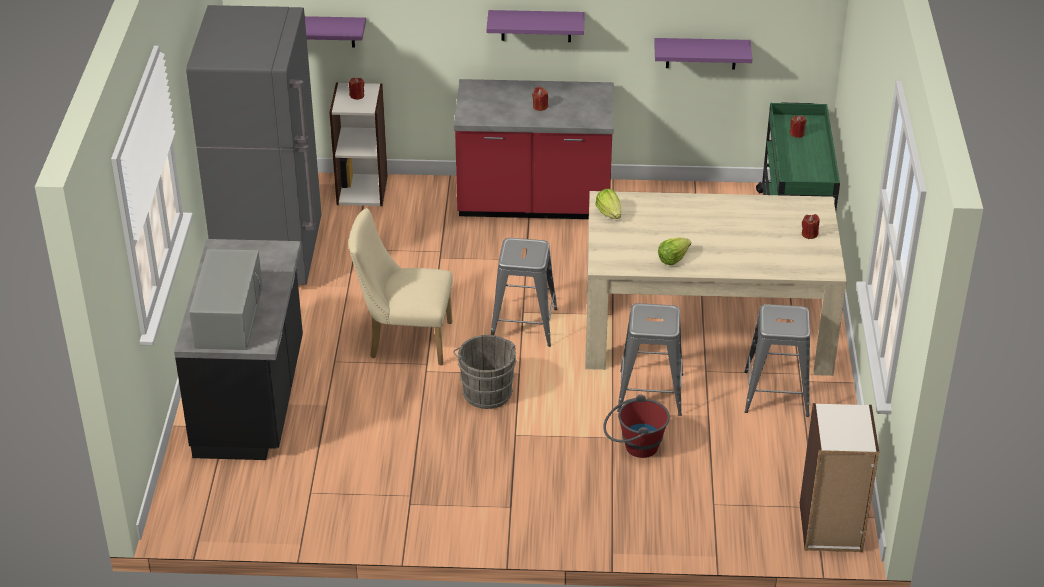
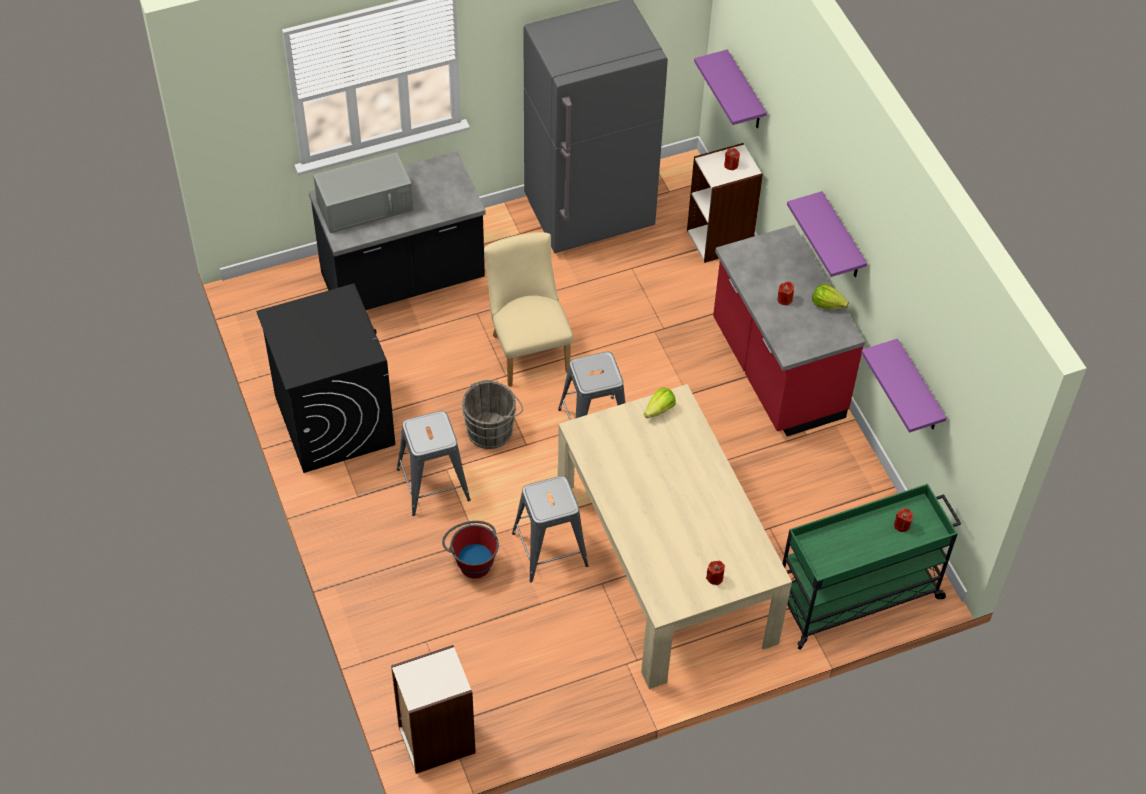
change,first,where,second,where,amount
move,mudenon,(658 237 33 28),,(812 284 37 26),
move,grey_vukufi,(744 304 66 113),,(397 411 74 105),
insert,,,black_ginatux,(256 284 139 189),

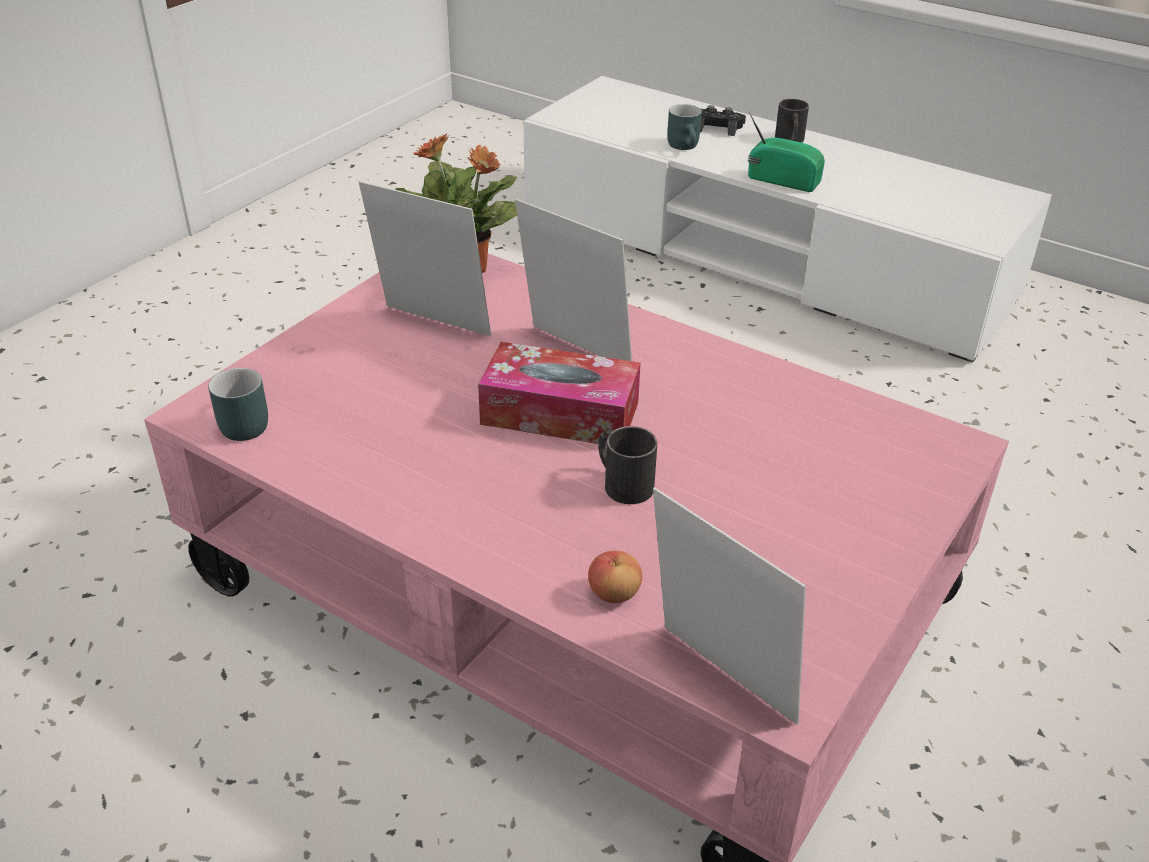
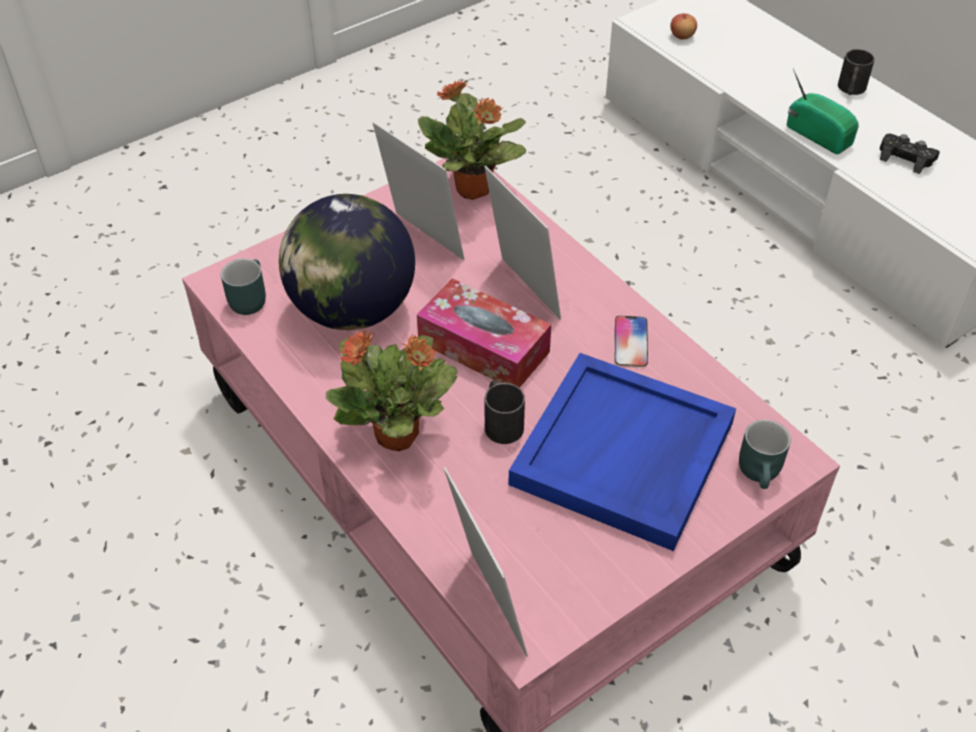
change,first,where,second,where,amount
move,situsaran,(588 551 54 52),,(670 13 27 27),
move,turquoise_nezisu,(667 104 35 46),,(739 420 52 69),
move,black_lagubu,(700 105 46 31),,(880 133 60 41),
insert,,,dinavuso,(279 194 136 136),
insert,,,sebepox,(326 329 132 122),
insert,,,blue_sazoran,(508 353 228 198),
insert,,,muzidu,(615 316 33 51),

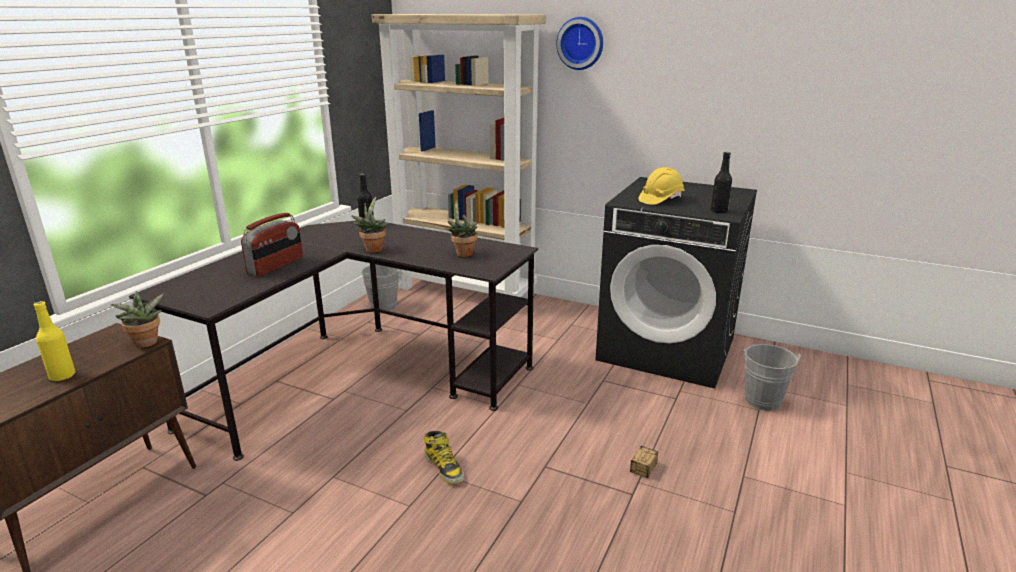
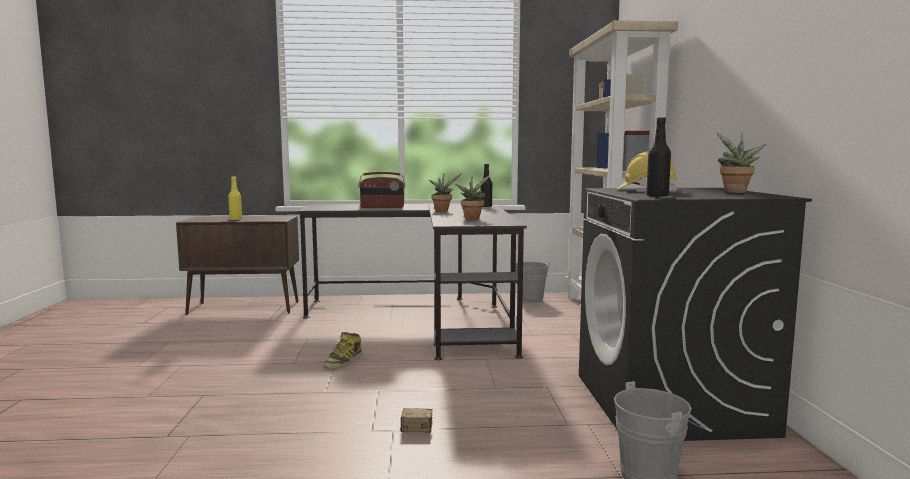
change,first,where,second,where,amount
move,sebepox,(111 291 53 57),,(717 133 49 60),
delete,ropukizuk,(556 17 47 53),,,

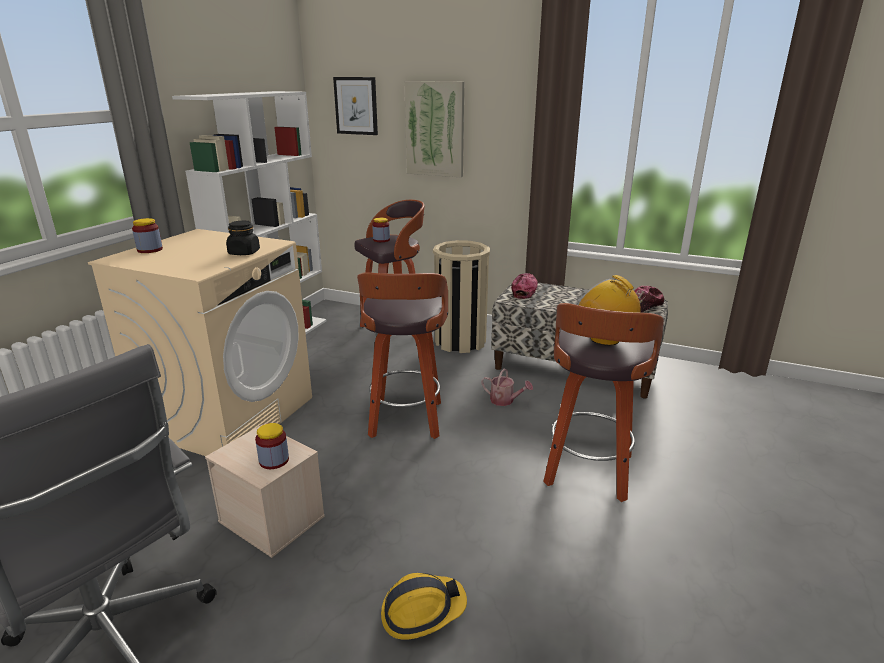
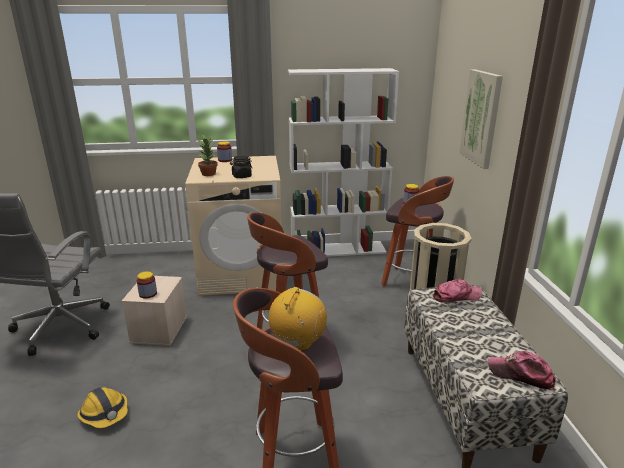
change,first,where,second,where,amount
delete,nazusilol,(333 77 45 58),,,
delete,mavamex,(481 369 52 37),,,
insert,,,sebepox,(197 135 21 41),

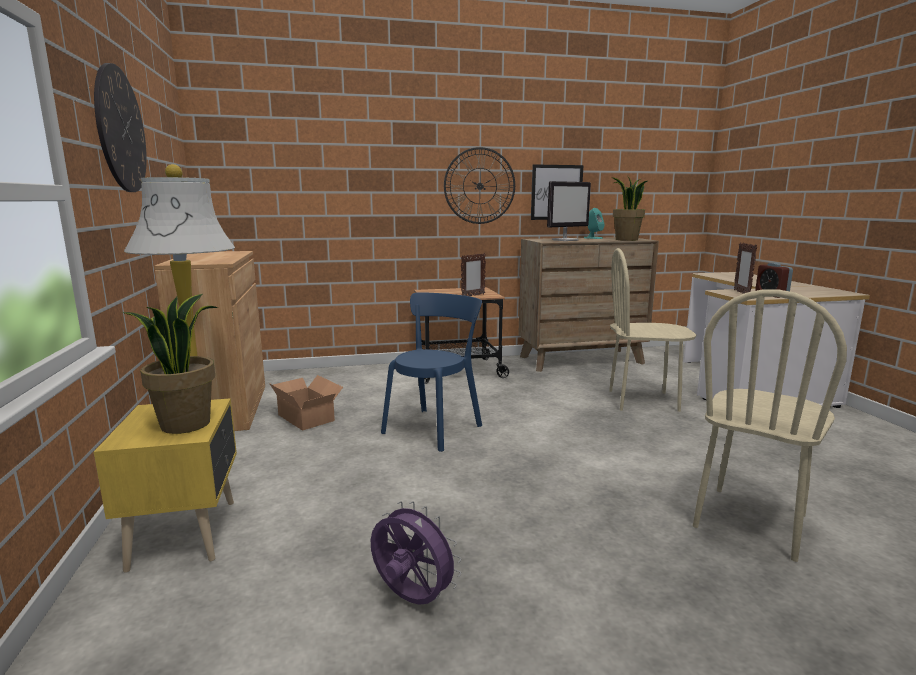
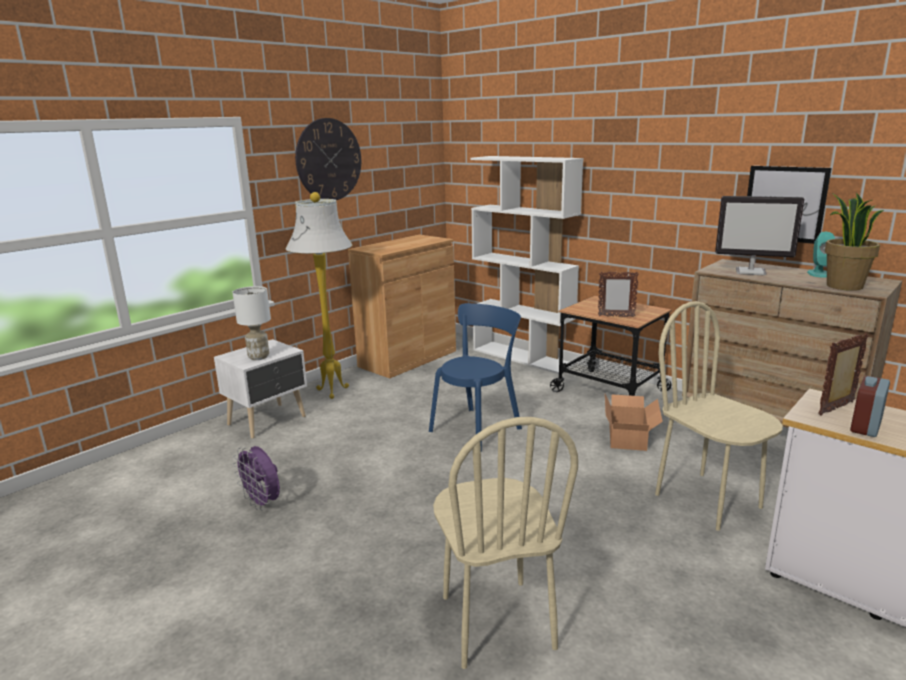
change,first,where,second,where,amount
recolor,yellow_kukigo,(94 398 143 175),white_kukigo,(214 339 93 99),
replace,sebepox,(122 294 96 140),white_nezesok,(232 286 39 74),
move,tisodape,(269 375 74 56),,(605 394 58 57),
rotate,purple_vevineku,(371 501 91 104),,(233 446 47 64),135 degrees clockwise
rotate,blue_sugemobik,(381 292 101 160),,(429 303 93 149),45 degrees counterclockwise
delete,ropukizuk,(444 147 71 77),,,
rotate,beige_sugemobik,(693 289 154 273),,(433 417 145 252),105 degrees counterclockwise
insert,,,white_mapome,(471 156 112 218),

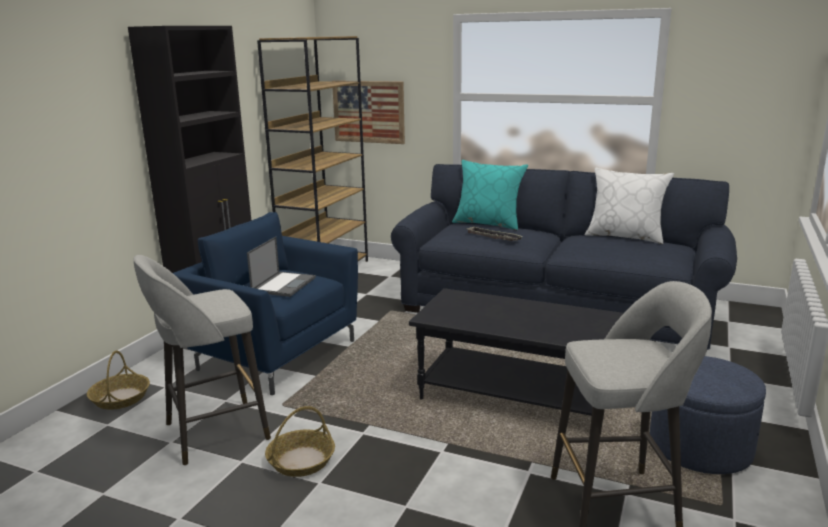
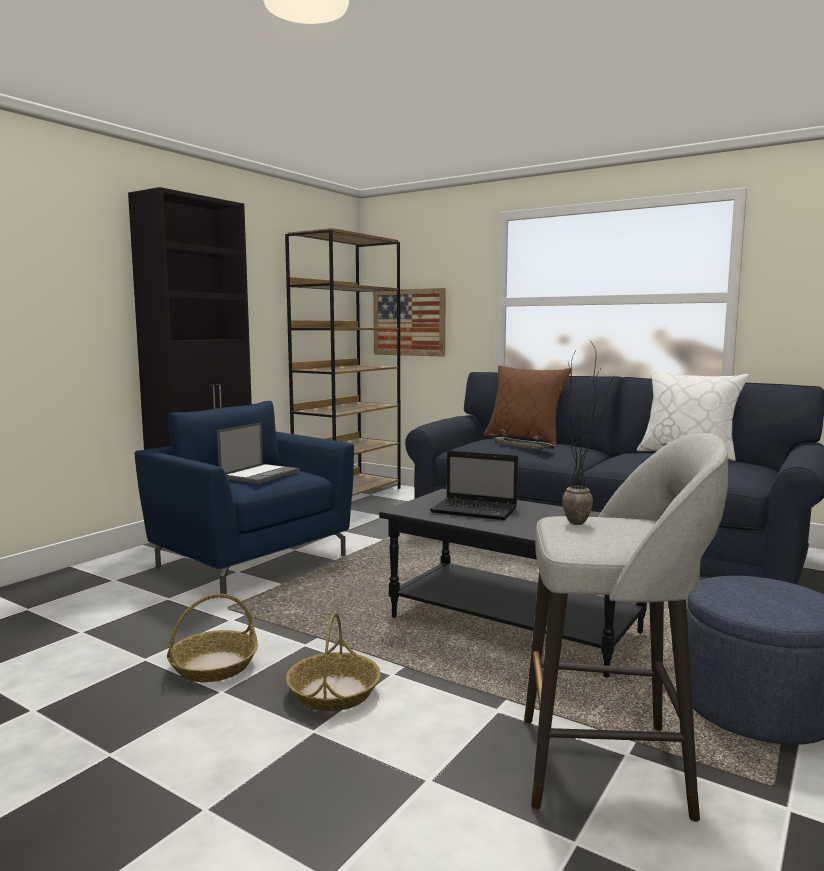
change,first,where,second,where,amount
move,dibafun,(87 350 63 60),,(286 612 95 99),
delete,grey_vukufi,(134 255 137 210),,,
recolor,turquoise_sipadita,(452 160 76 71),brown_sipadita,(483 365 89 79),
insert,,,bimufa,(430 450 88 70),
insert,,,sebepox,(562 339 52 186),

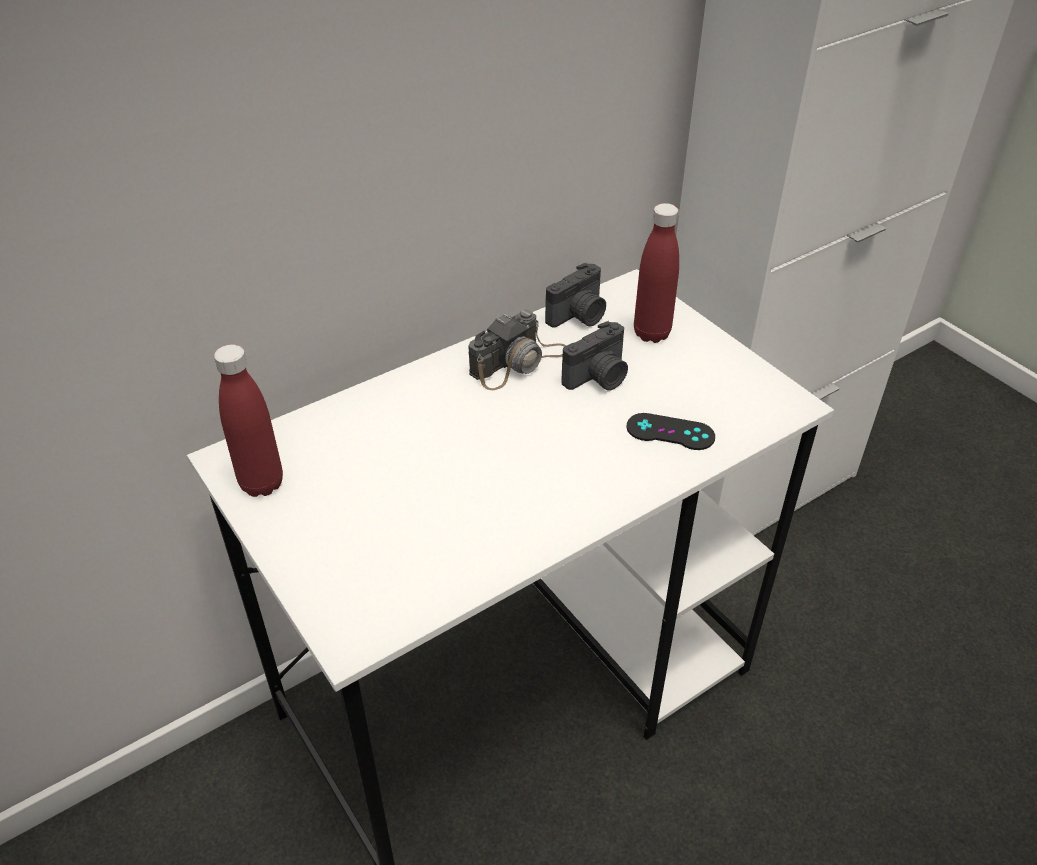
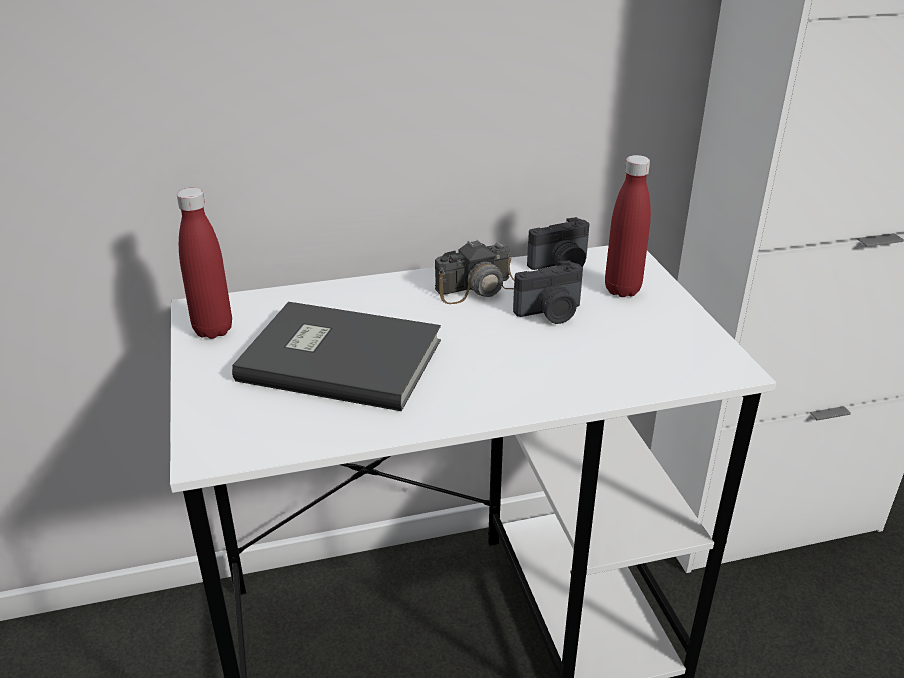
change,first,where,second,where,amount
delete,black_lagubu,(626 413 89 37),,,
insert,,,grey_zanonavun,(232 302 209 109),

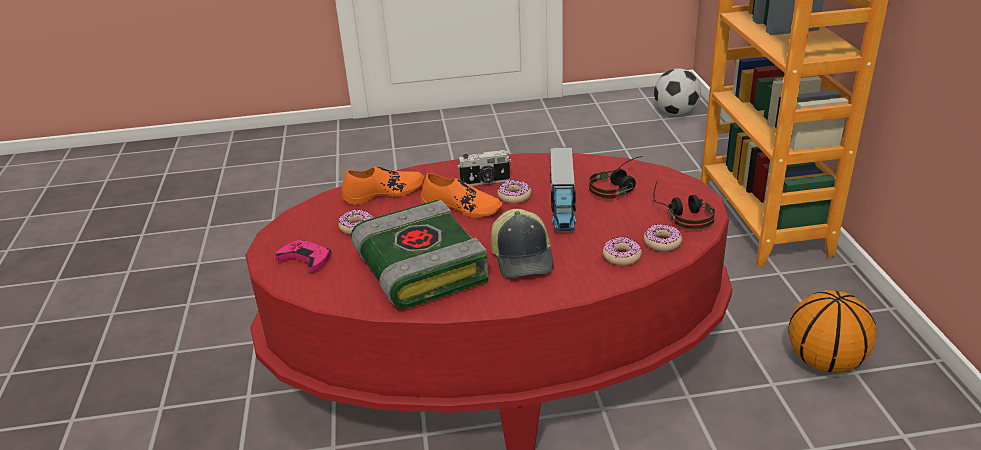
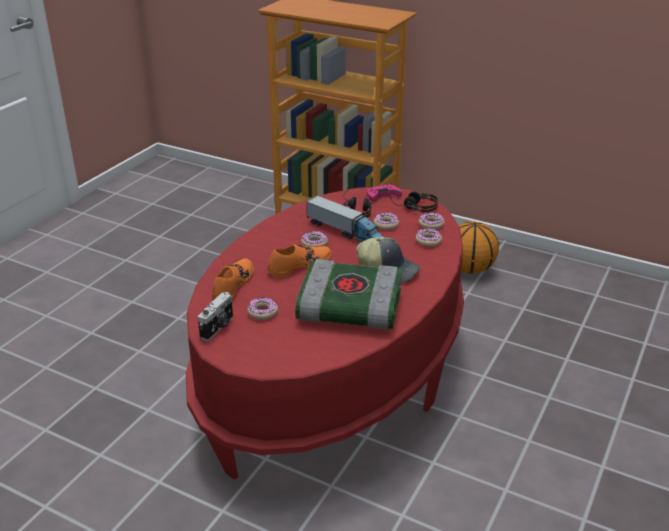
change,first,where,second,where,amount
move,pink_lagubu,(275 240 56 33),,(367 184 35 18),
move,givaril,(457 150 54 36),,(198 292 35 49),
delete,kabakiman,(654 68 47 47),,,
insert,,,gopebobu,(374 213 25 17),

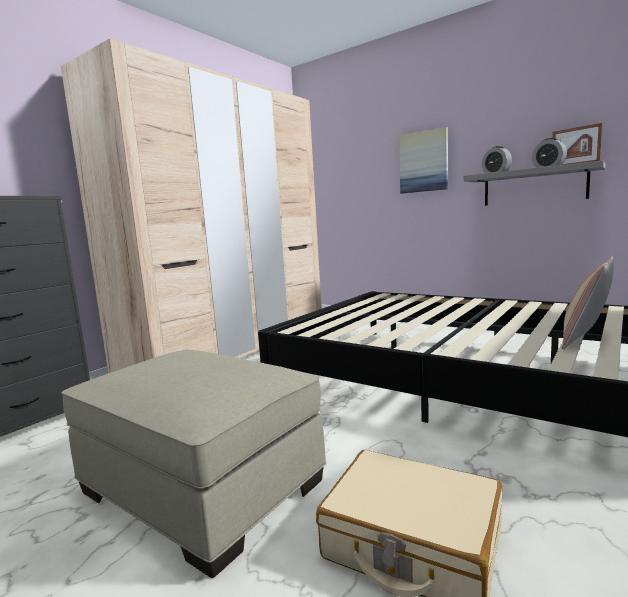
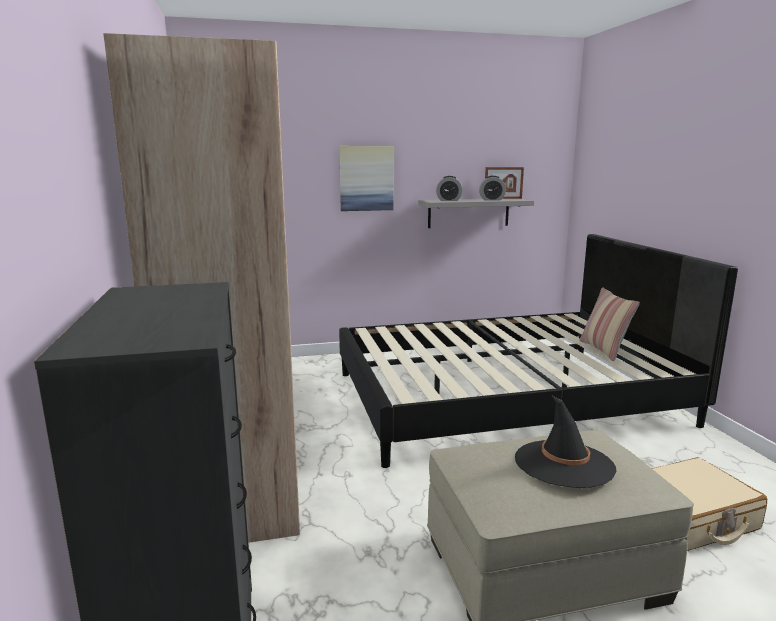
change,first,where,second,where,amount
insert,,,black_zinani,(515 395 102 93),

